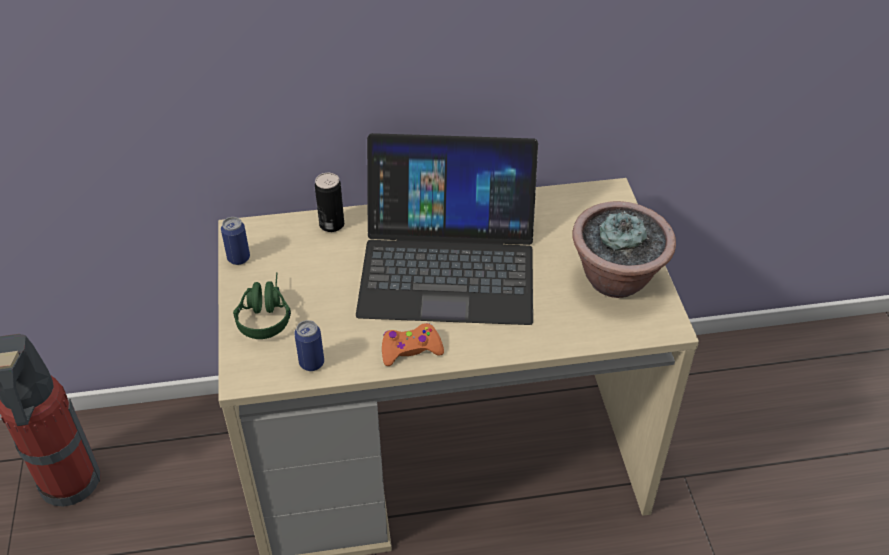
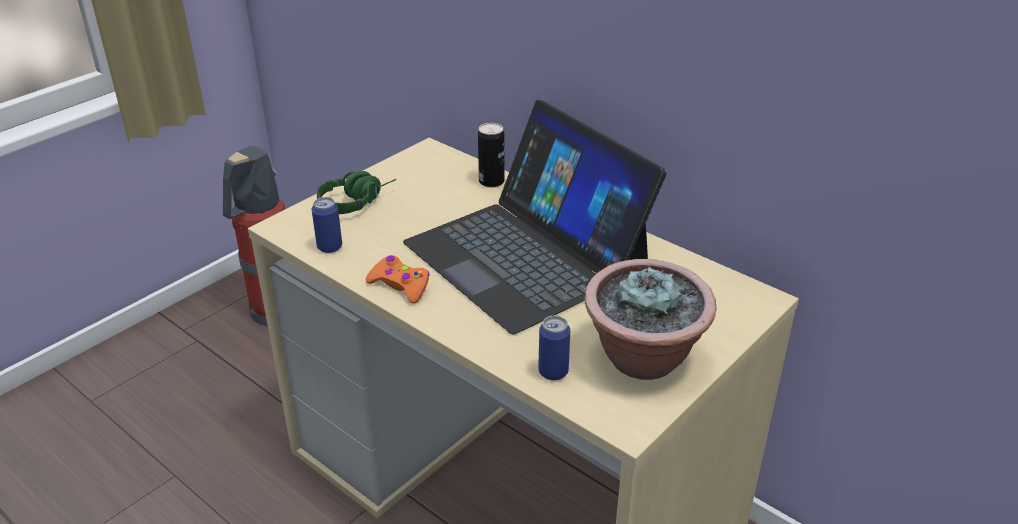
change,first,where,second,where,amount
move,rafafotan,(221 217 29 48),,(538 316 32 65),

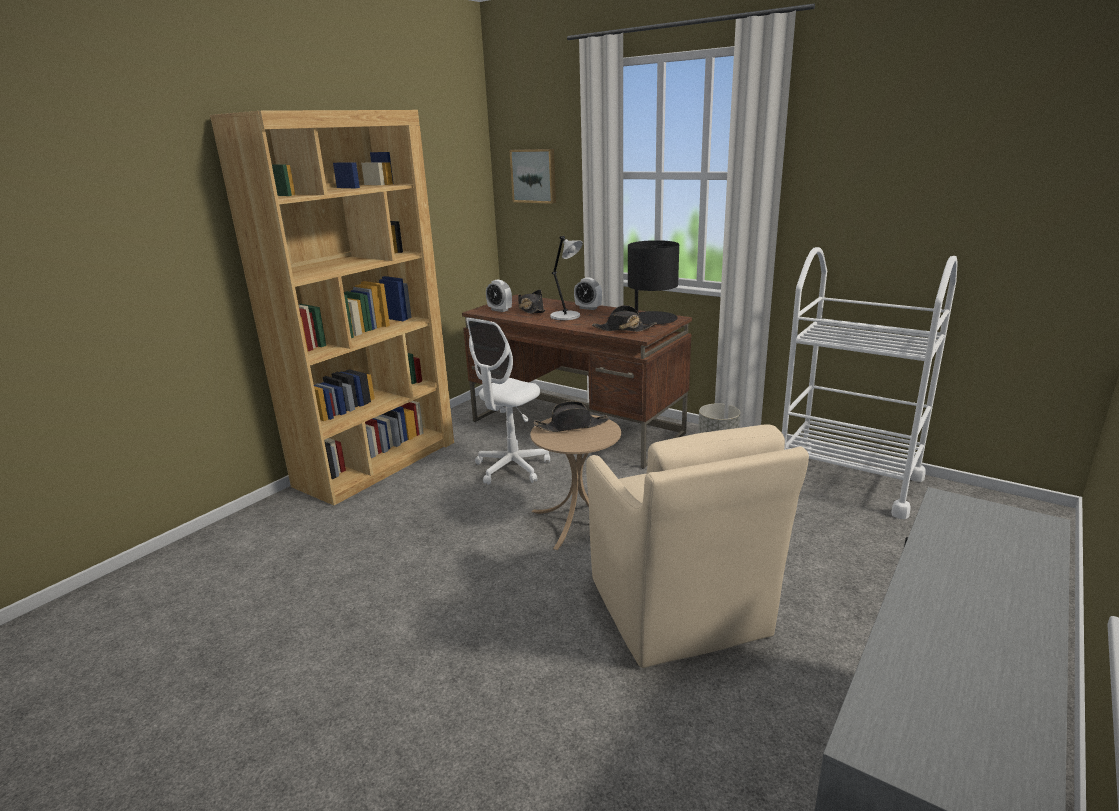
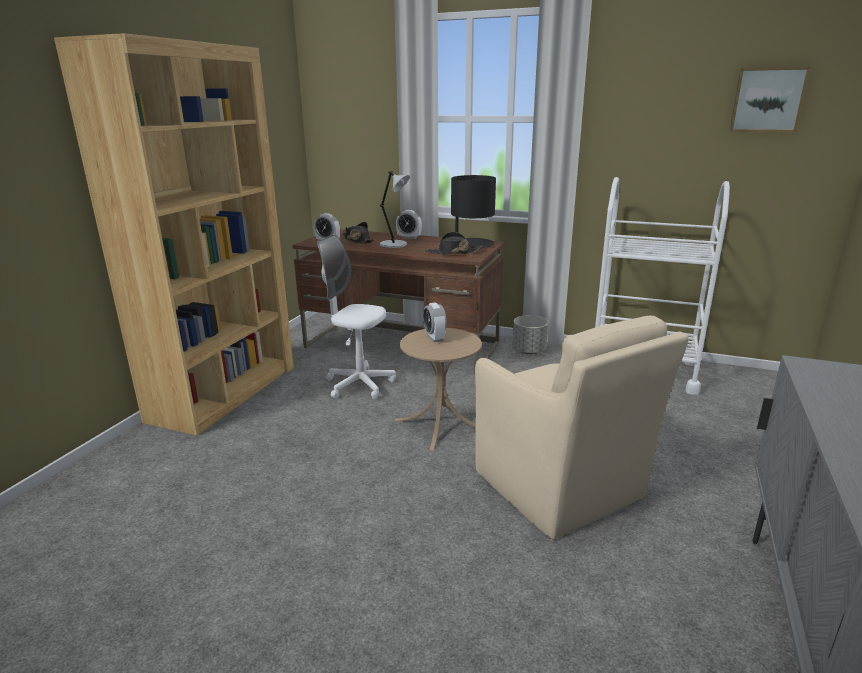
change,first,where,second,where,amount
rotate,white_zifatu,(466 318 84 167),,(317 235 79 165),90 degrees clockwise
move,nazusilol,(509 149 47 55),,(730 67 80 65),
replace,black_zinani,(534 401 75 31),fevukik,(423 302 24 40),

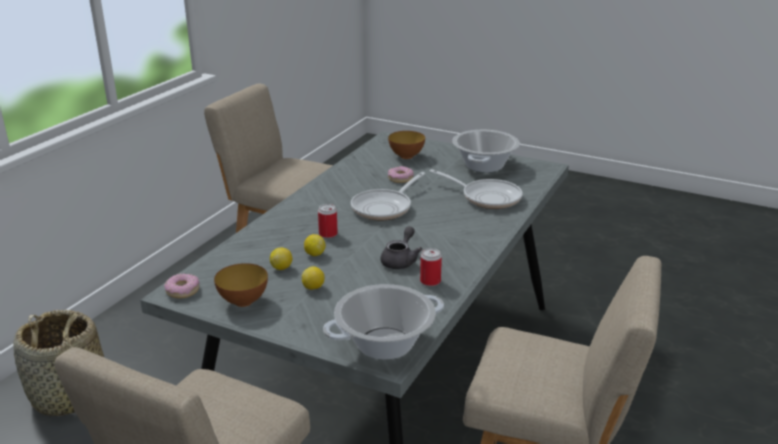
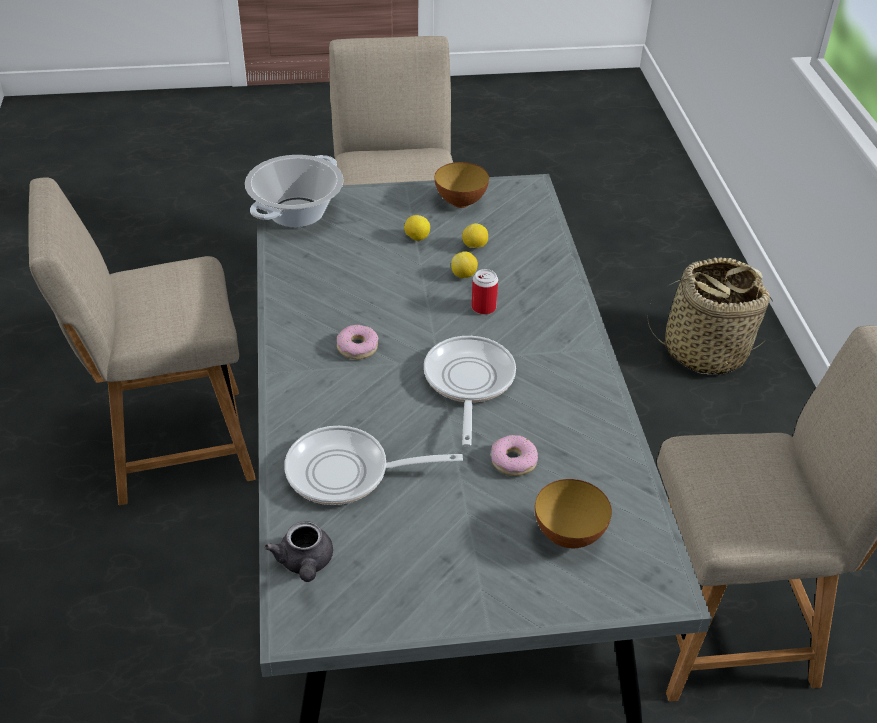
change,first,where,second,where,amount
move,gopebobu,(164 273 36 25),,(337 325 42 35),
move,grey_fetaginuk,(381 226 41 43),,(265 521 68 61),
delete,rafafotan,(420 248 22 38),,,
delete,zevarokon,(452 130 68 43),,,

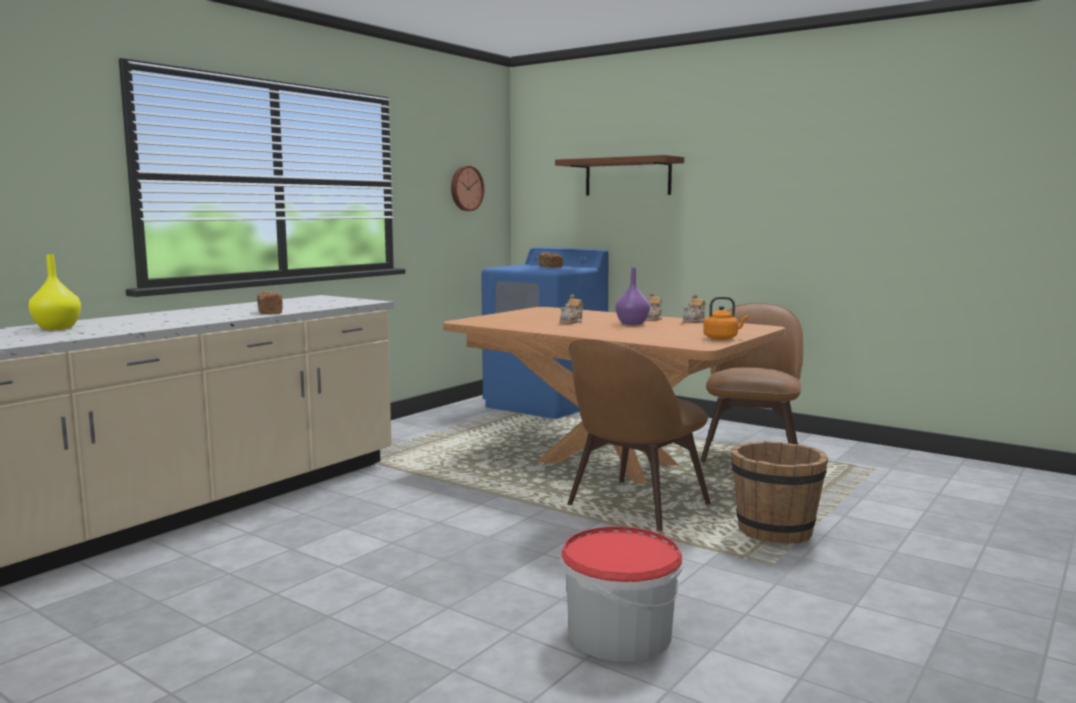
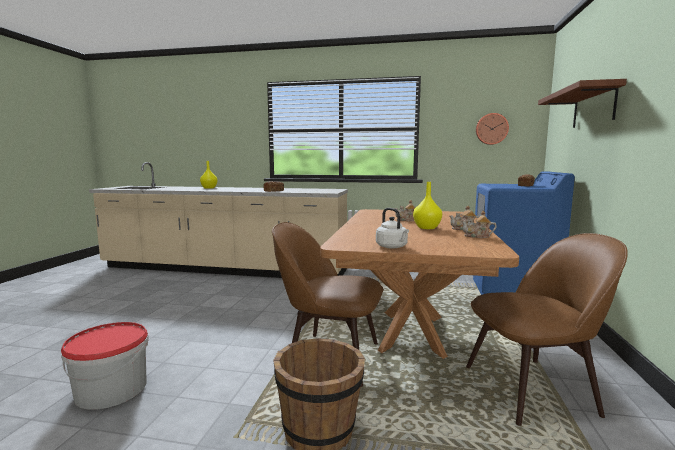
change,first,where,second,where,amount
recolor,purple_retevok,(616 268 34 57),yellow_retevok,(413 182 29 47),
recolor,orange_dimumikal,(703 297 45 43),white_dimumikal,(376 208 33 41),

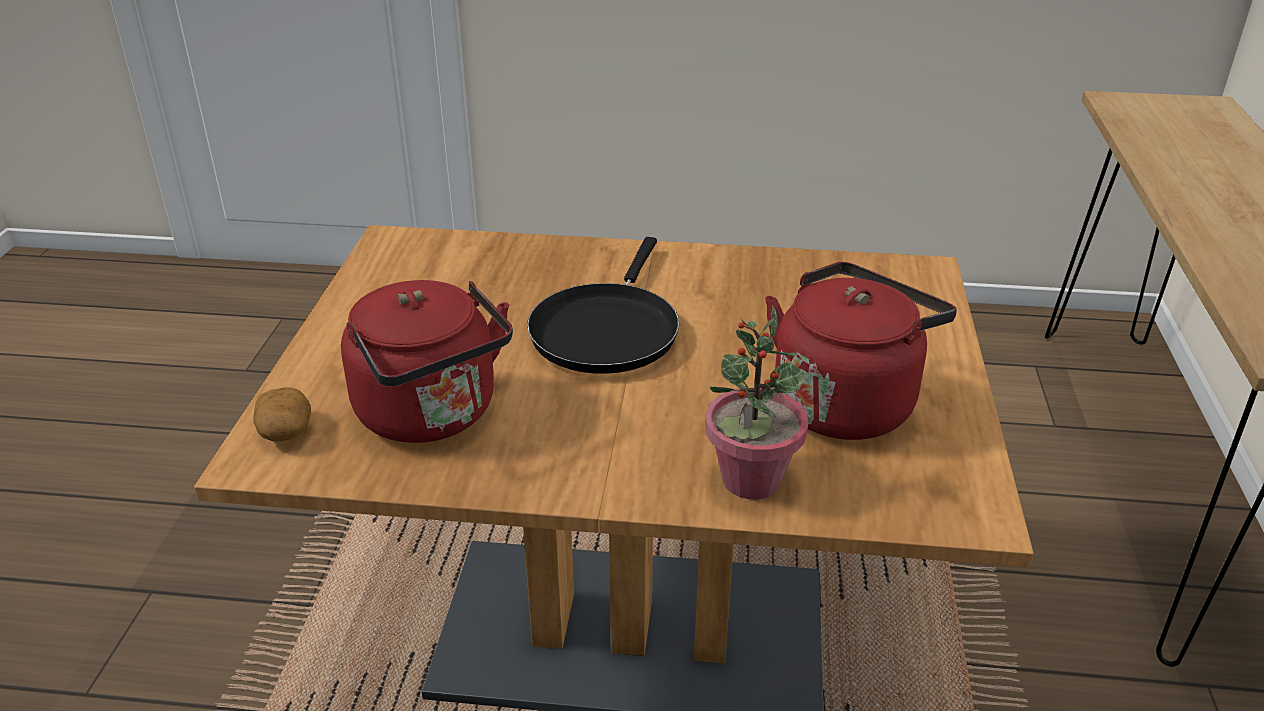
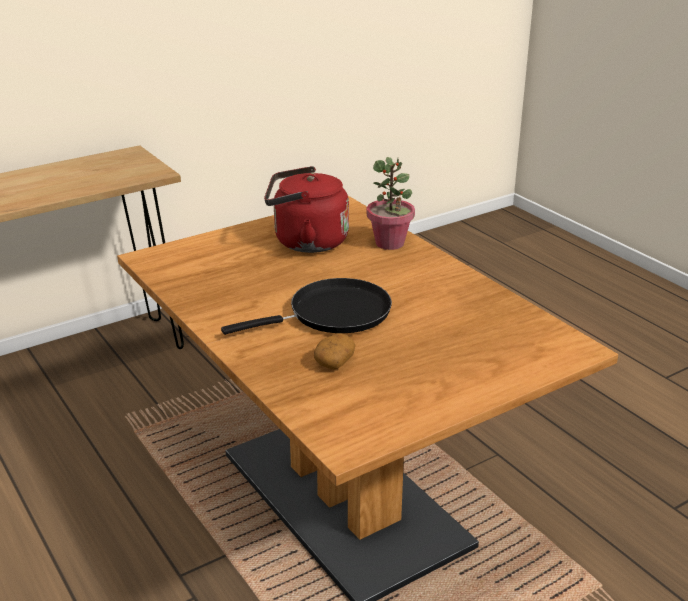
change,first,where,second,where,amount
move,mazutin,(253 388 58 54),,(314 333 42 37),
delete,red_dimumikal,(341 280 172 163),,,

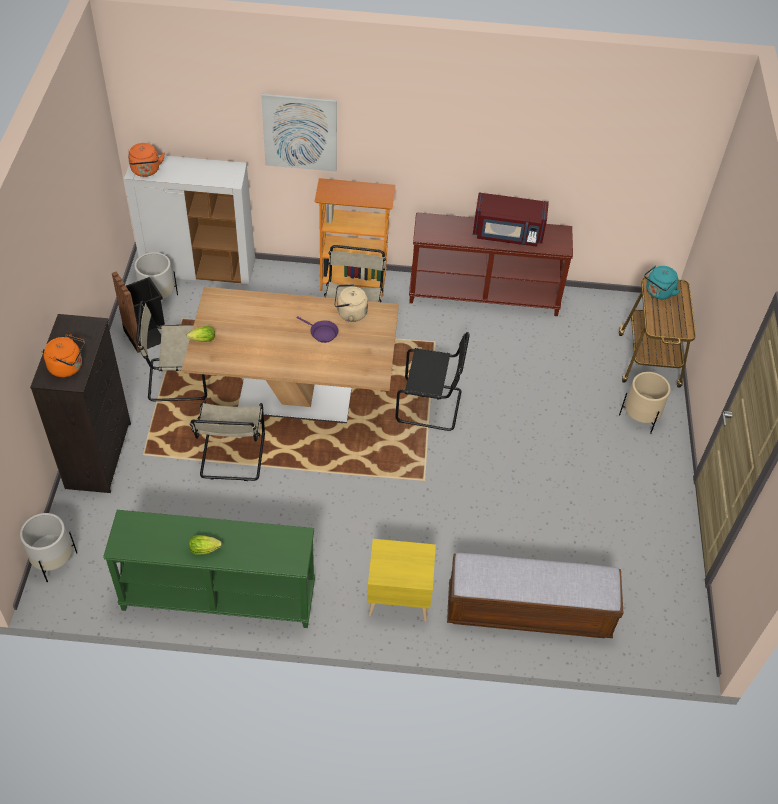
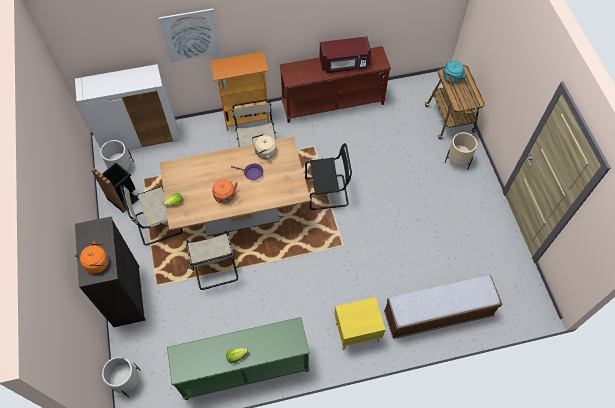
change,first,where,second,where,amount
move,orange_dimumikal,(128 143 37 34),,(212 179 26 25),

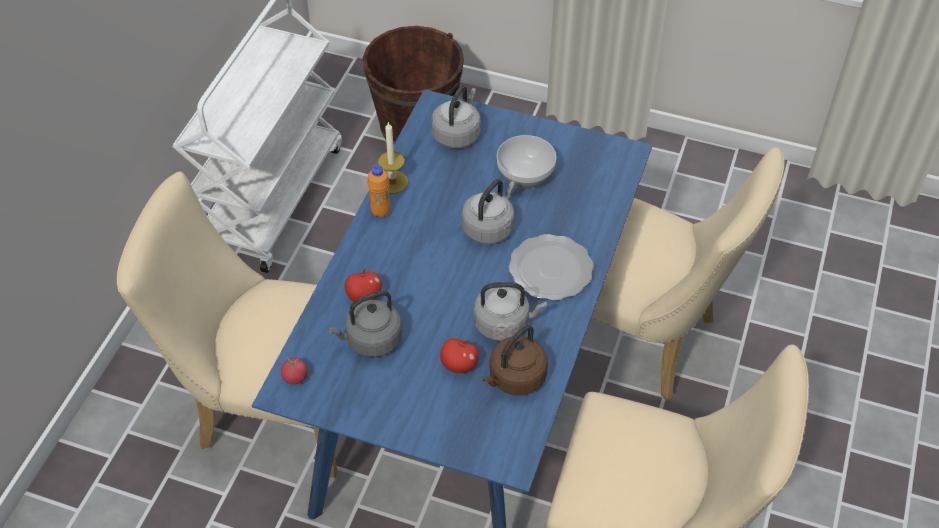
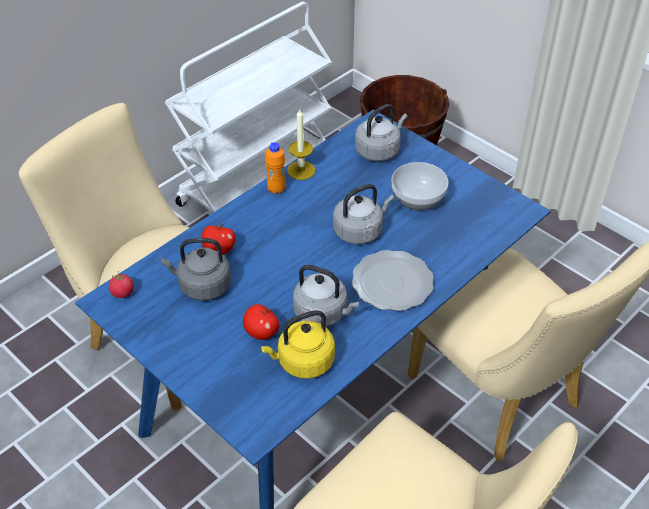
change,first,where,second,where,amount
recolor,brown_dimumikal,(483 325 65 70),yellow_dimumikal,(261 310 74 69),

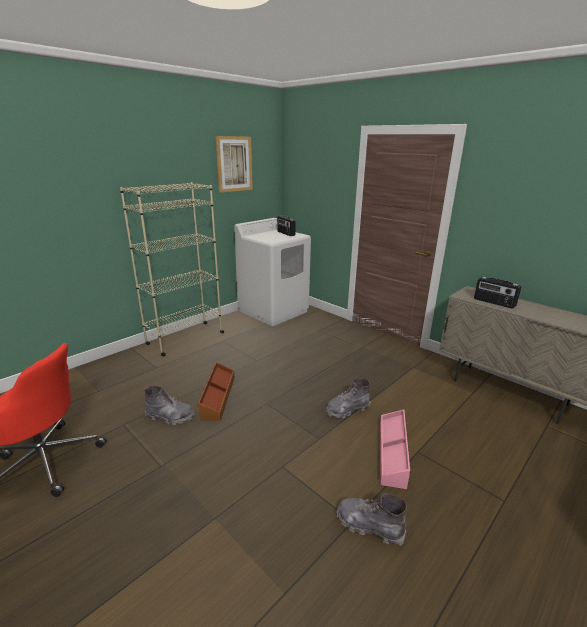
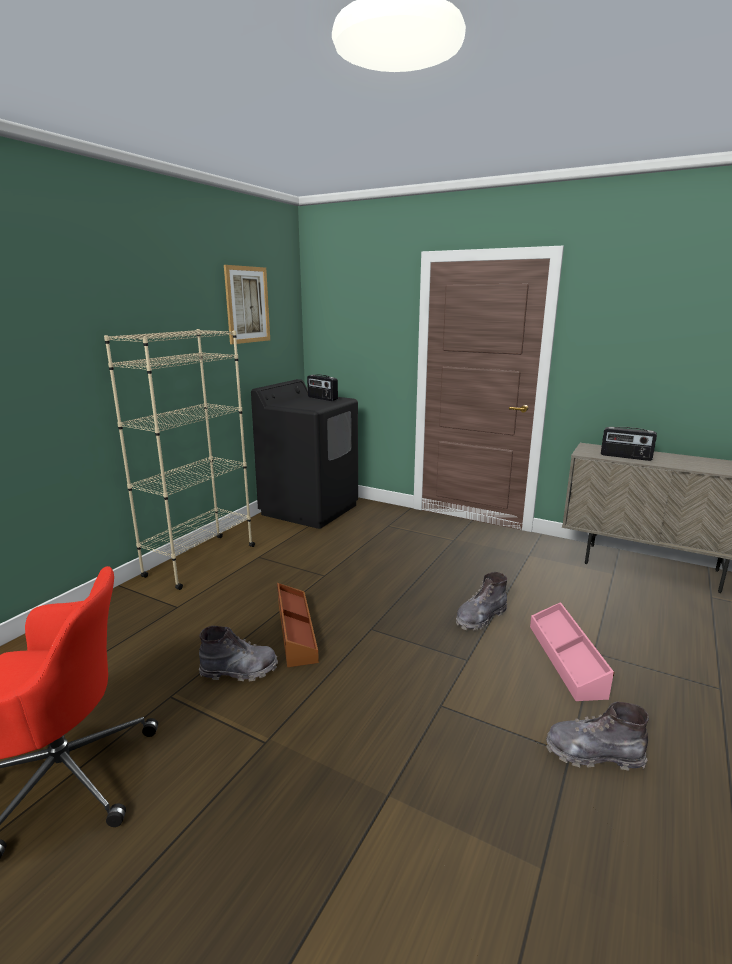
change,first,where,second,where,amount
recolor,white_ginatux,(234 218 77 108),black_ginatux,(251 379 107 150),

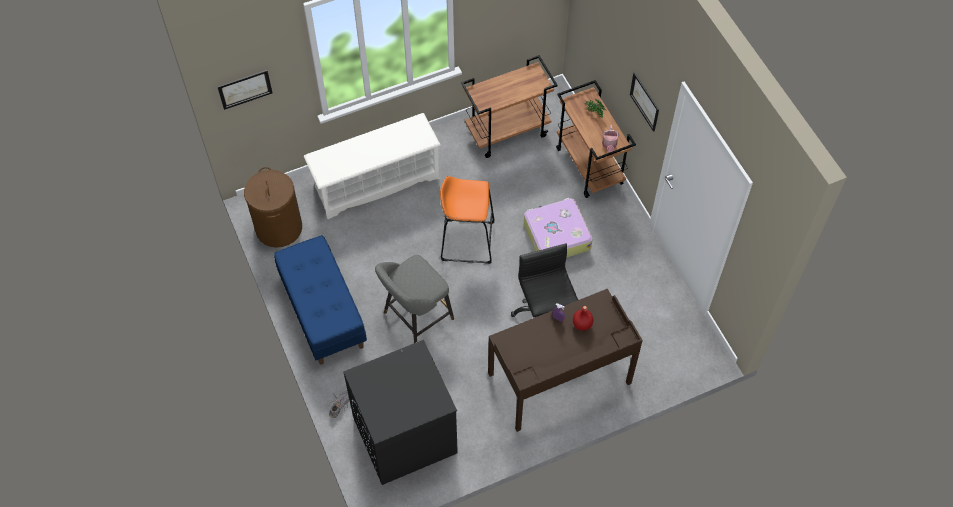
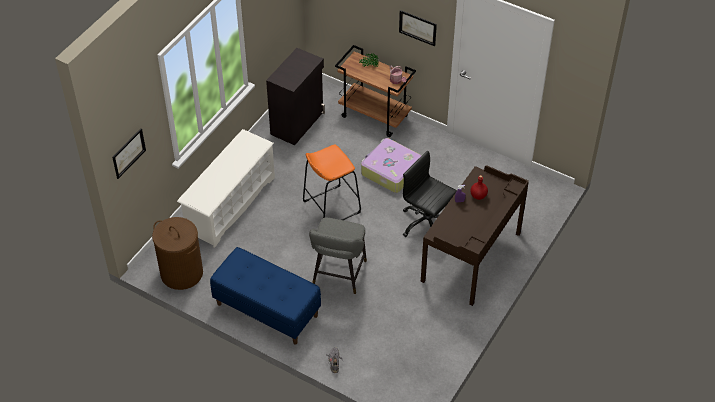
change,first,where,second,where,amount
delete,black_ginatux,(343 340 115 145),,,
replace,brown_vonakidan,(461 55 97 103),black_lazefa,(266 48 59 97),

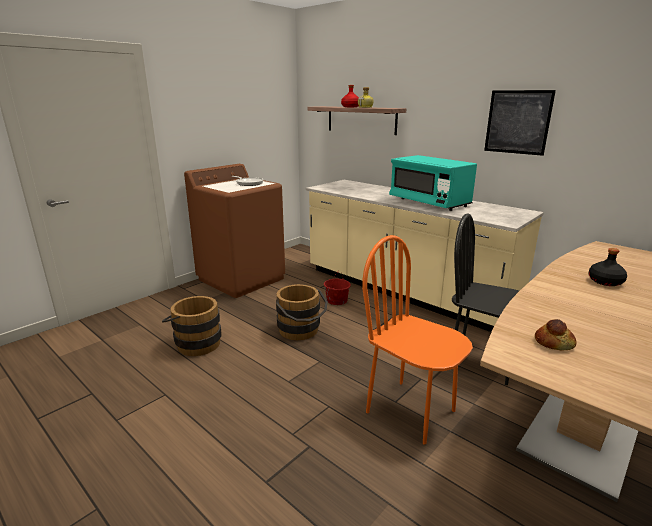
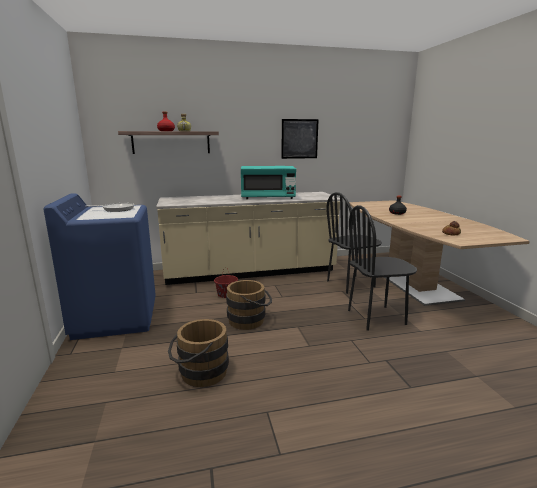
change,first,where,second,where,amount
recolor,brown_ginatux,(184 164 101 134),blue_ginatux,(44 193 112 147),
recolor,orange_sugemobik,(362 235 111 210),black_sugemobik,(348 205 69 126),

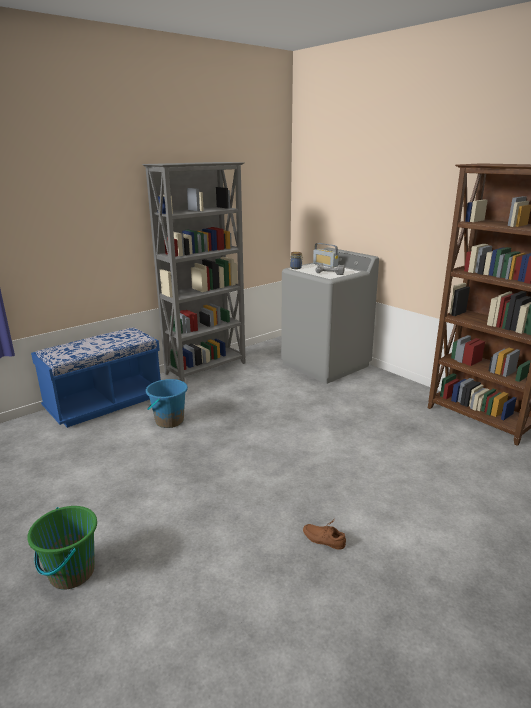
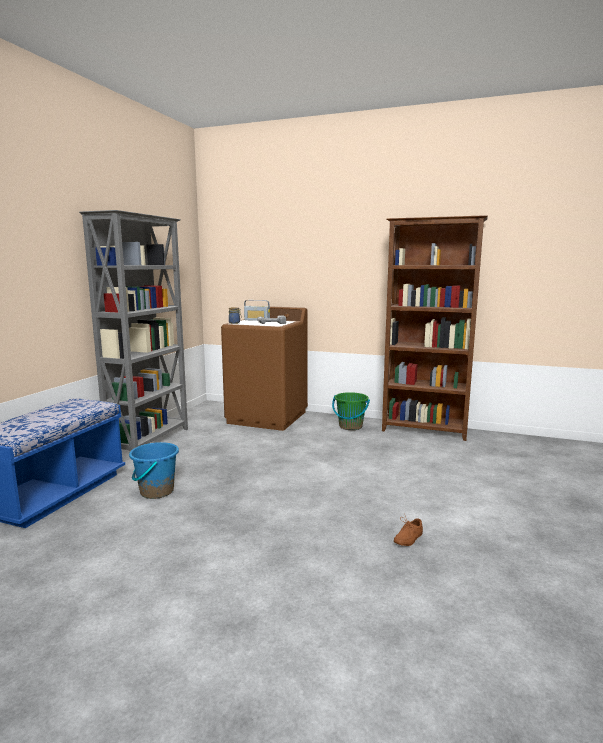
change,first,where,second,where,amount
move,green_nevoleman,(27 506 70 84),,(332 392 38 38),
recolor,grey_ginatux,(281 247 98 137),brown_ginatux,(221 306 87 125),
rotate,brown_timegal,(303 518 43 32),,(393 513 30 33),45 degrees counterclockwise

